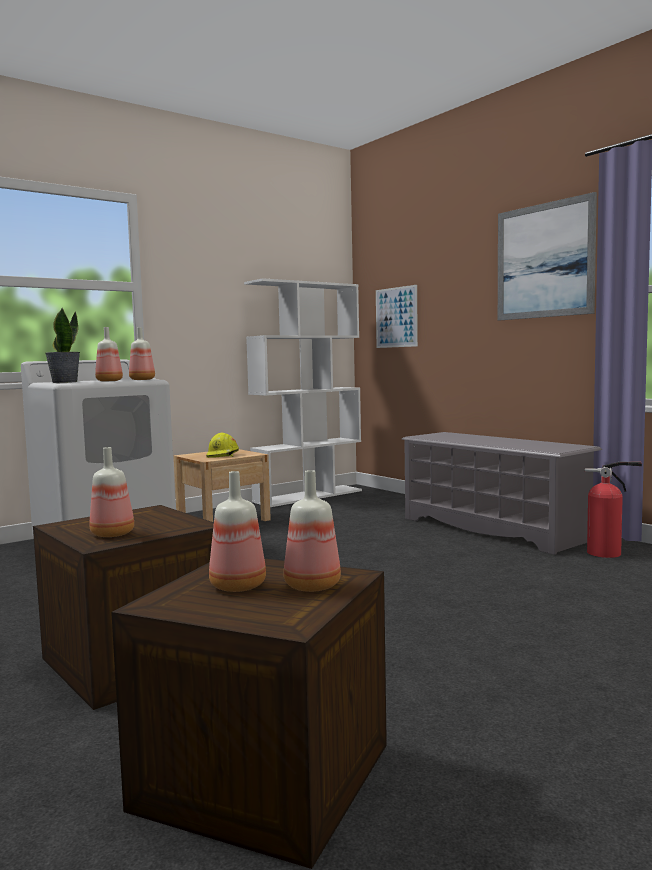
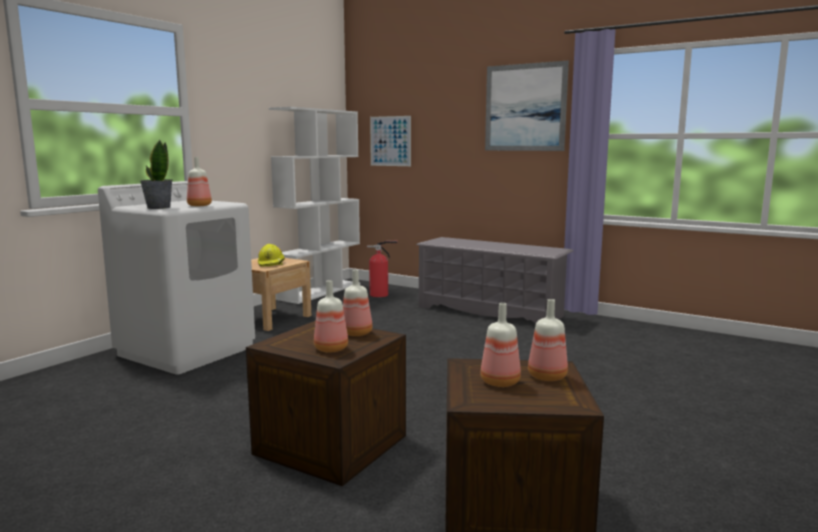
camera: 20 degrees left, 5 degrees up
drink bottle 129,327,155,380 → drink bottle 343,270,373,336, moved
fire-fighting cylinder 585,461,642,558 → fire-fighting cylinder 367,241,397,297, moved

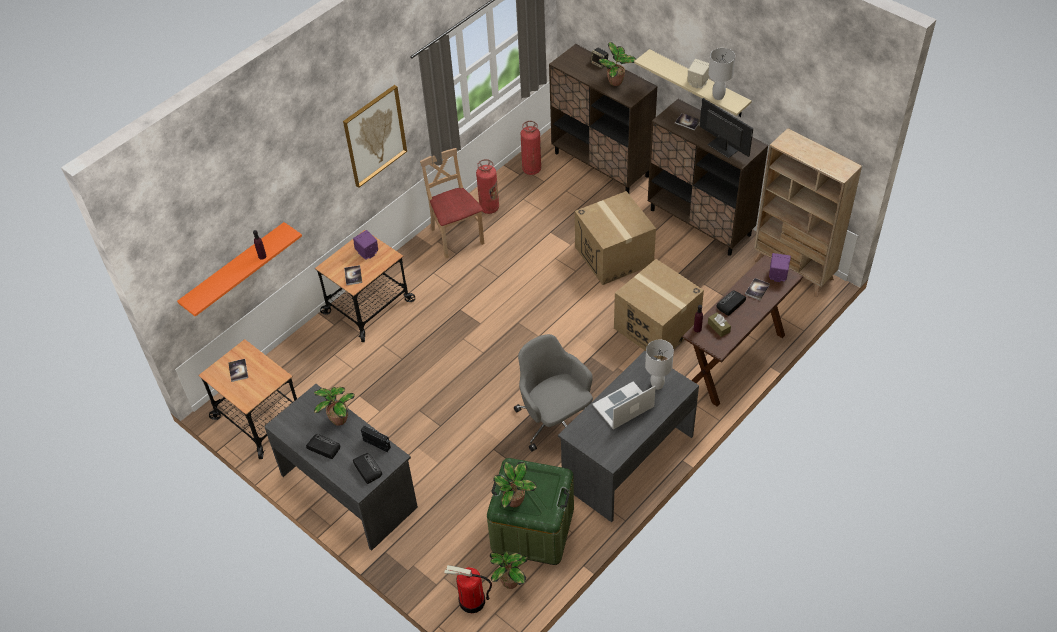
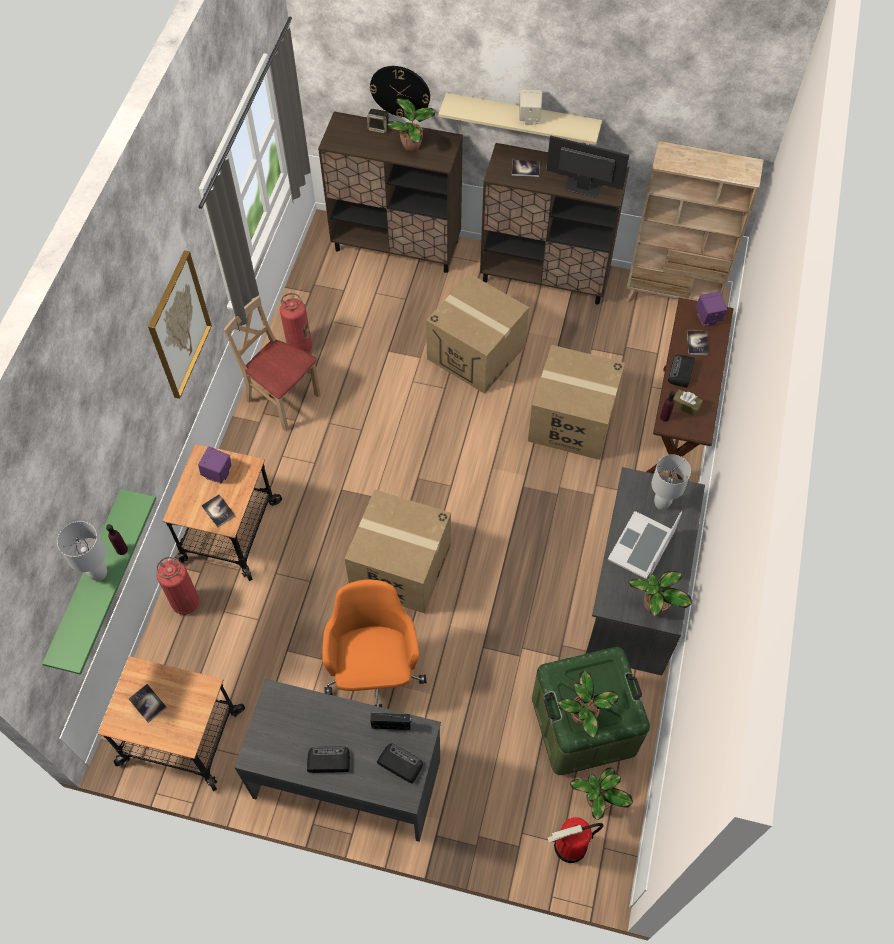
camera: 30 degrees left, 10 degrees up
computer chair/greyish 514,334,593,452 → -
- → computer chair/orange-coloured 322,580,426,707
- → carton 345,489,451,613
- → hanging clock 370,66,430,118
potted plant 314,387,355,426 → potted plant 629,571,692,616, moved
fire-fighting cylinder 521,121,541,175 → fire-fighting cylinder 156,557,199,615, moved
lamp for a table/white 708,48,735,100 → lamp for a table/white 57,521,107,581, moved
wall shelf/orange-coloured 177,222,302,317 → wall shelf/green 42,489,156,675

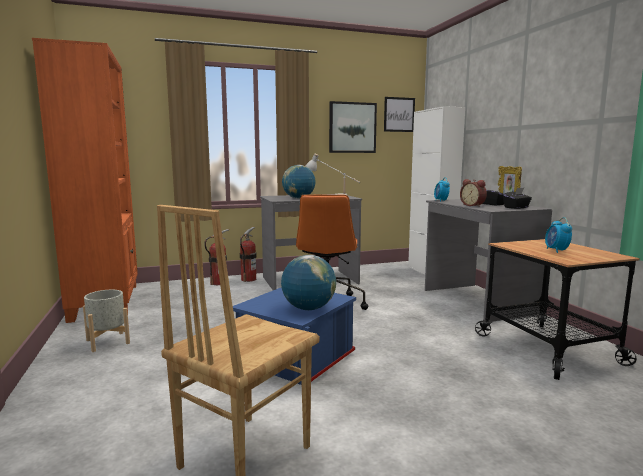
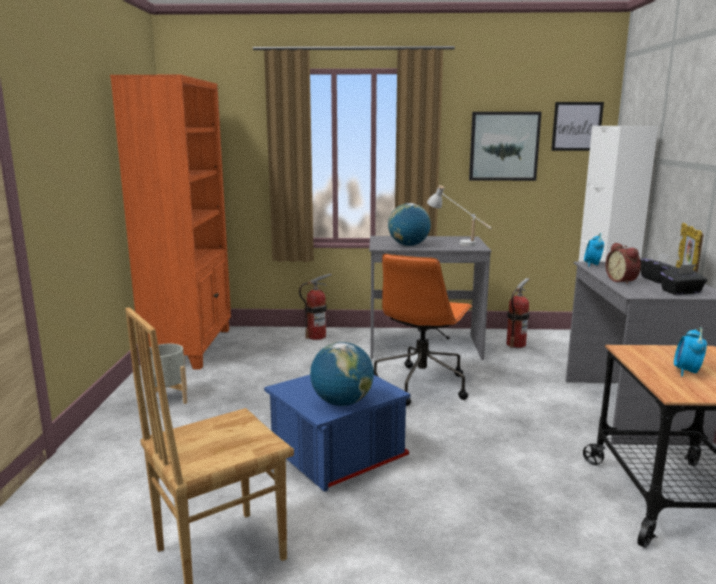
camera: 20 degrees right, 5 degrees up
fire-fighting cylinder 240,227,257,282 → fire-fighting cylinder 507,278,530,348, moved

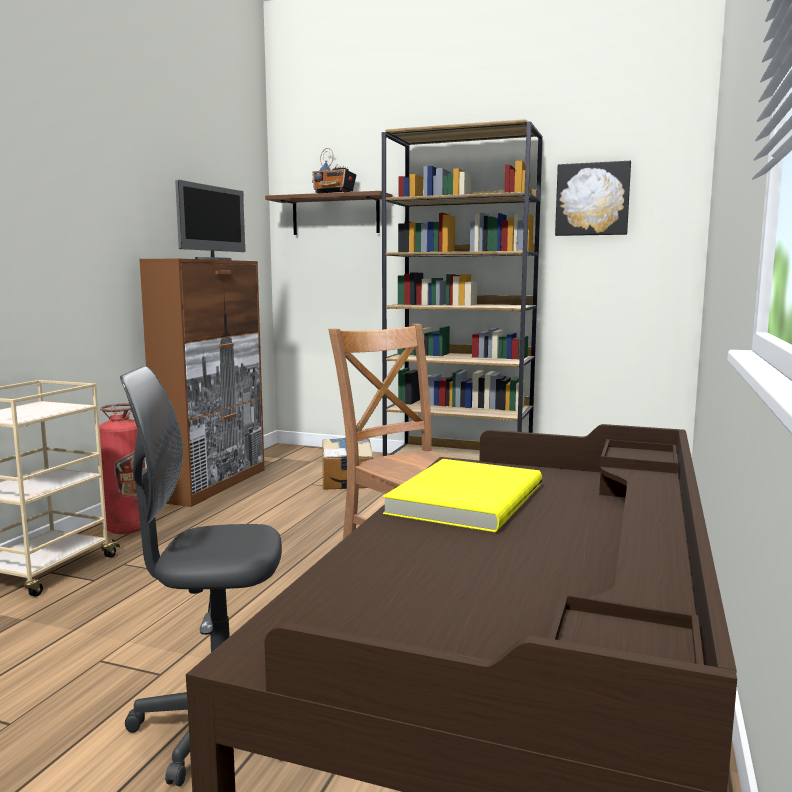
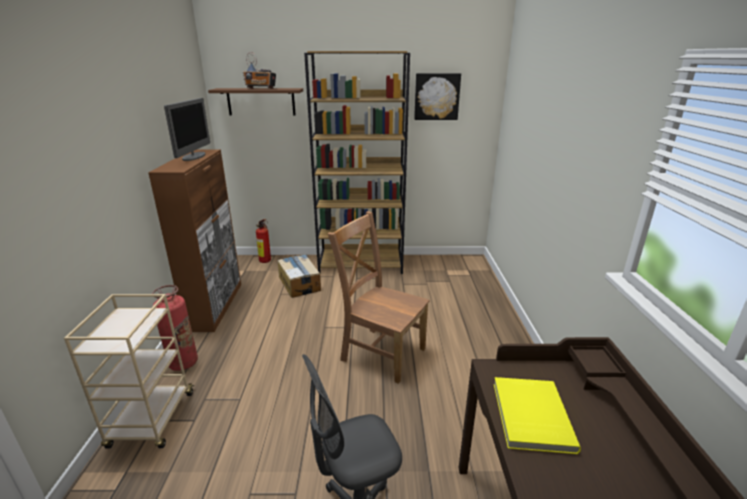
camera: 20 degrees left, 15 degrees up
- → fire-fighting cylinder 256,219,271,263

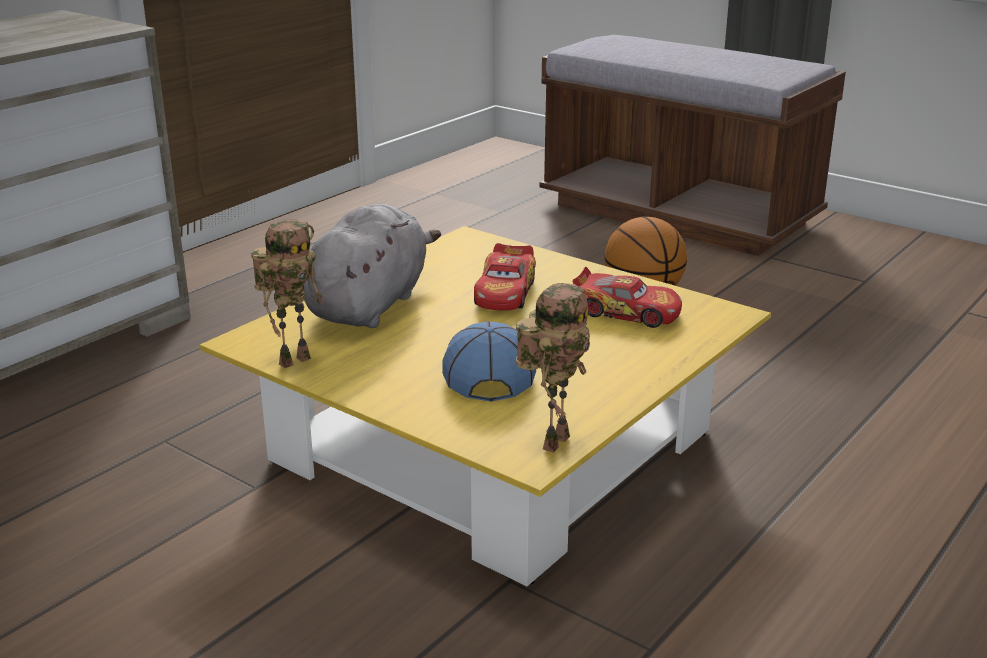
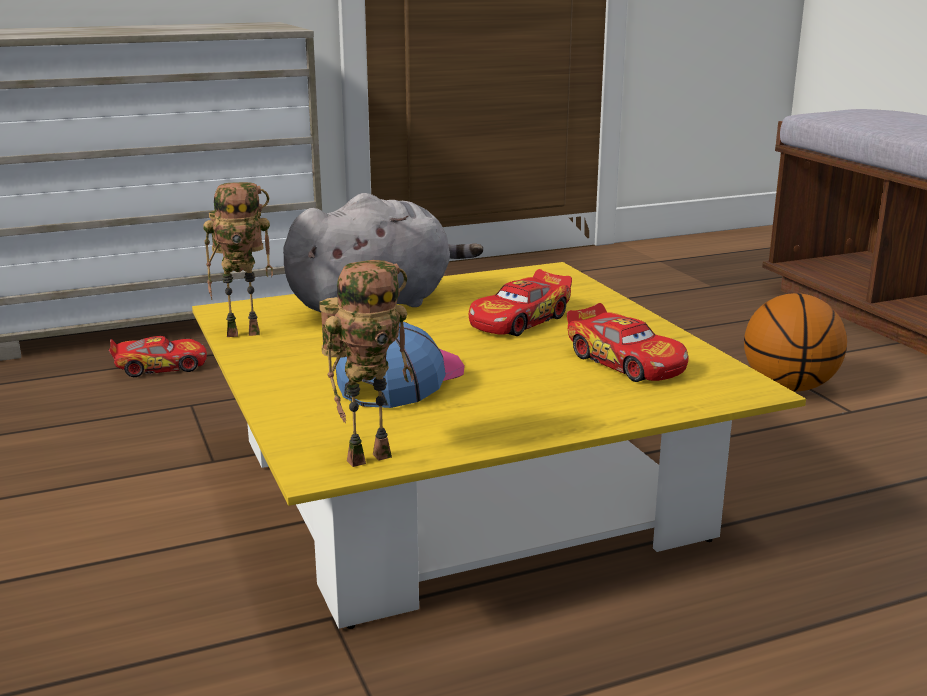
camera: 30 degrees right, 5 degrees down
- → toy car 109,336,207,377

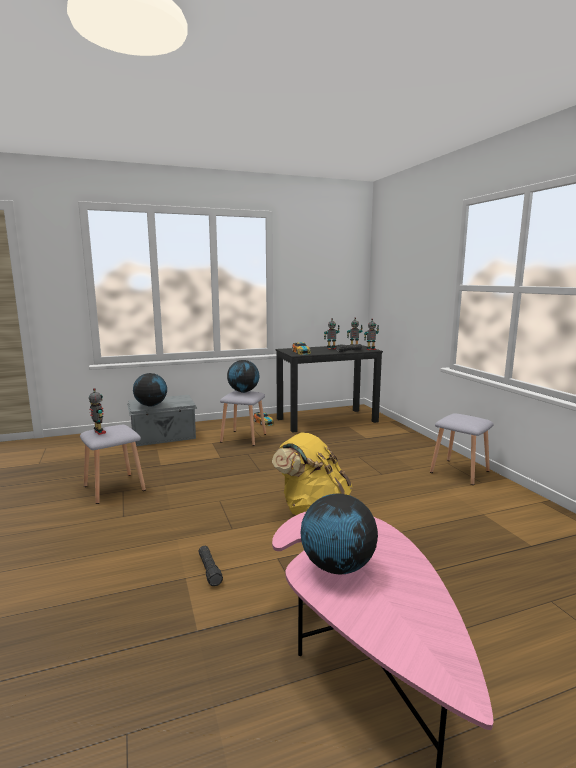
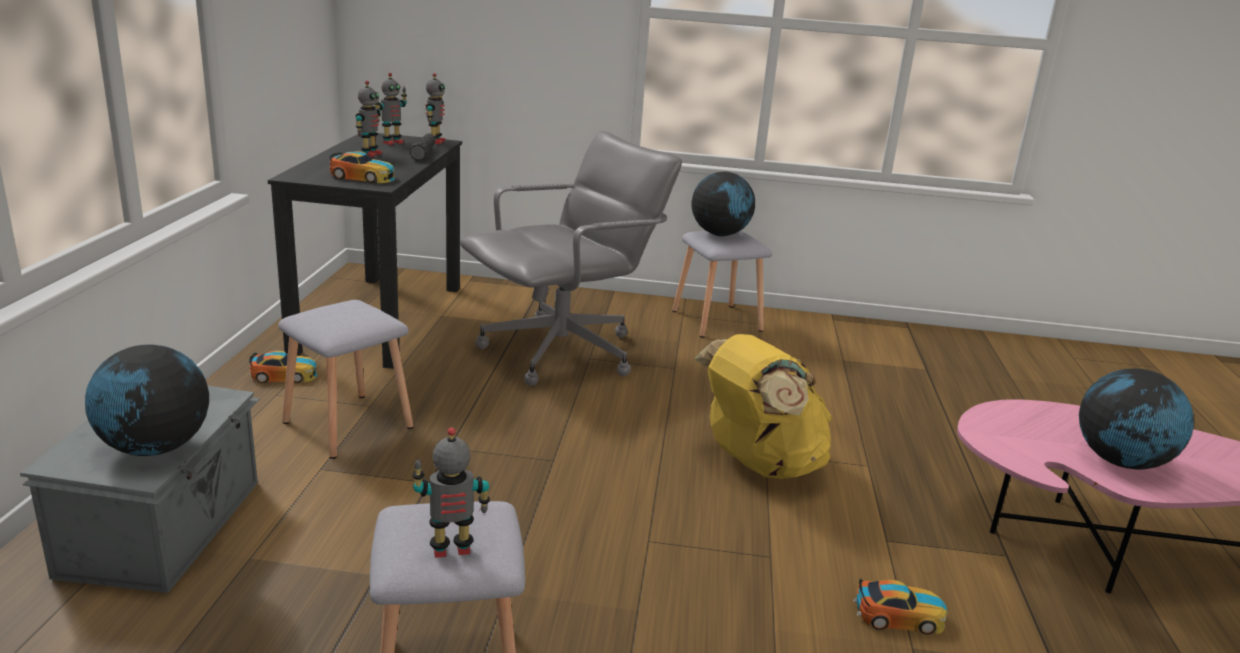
camera: 65 degrees left, 10 degrees up
- → computer chair/greyish 460,131,682,386
world globe 227,360,259,393 → world globe 692,172,755,236, moved
flashlight/black-coloured 198,546,223,586 → toy car 854,579,947,635

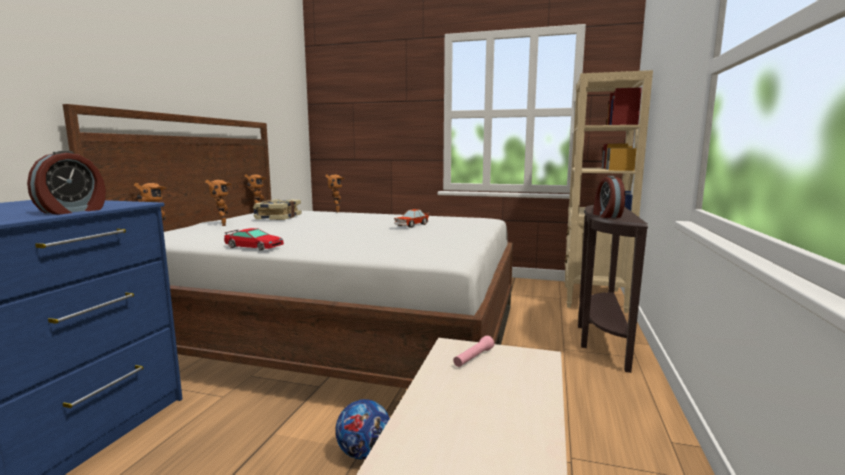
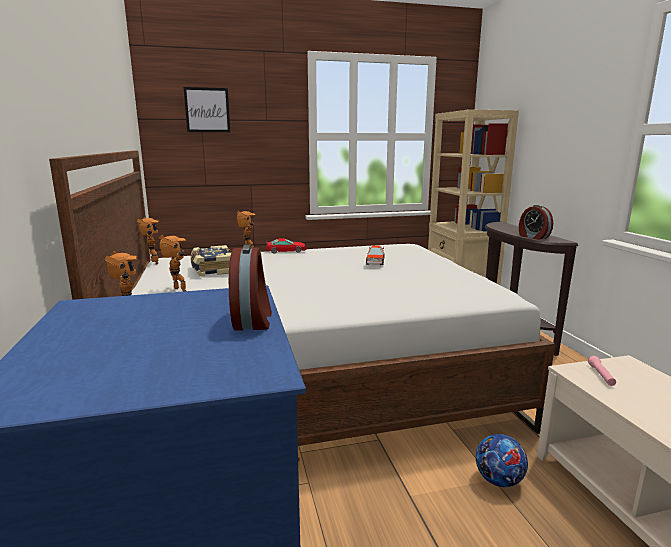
camera: 30 degrees left, 5 degrees up
- → wall picture 183,87,230,132
toy car 224,228,284,251 → toy car 266,238,306,254, moved

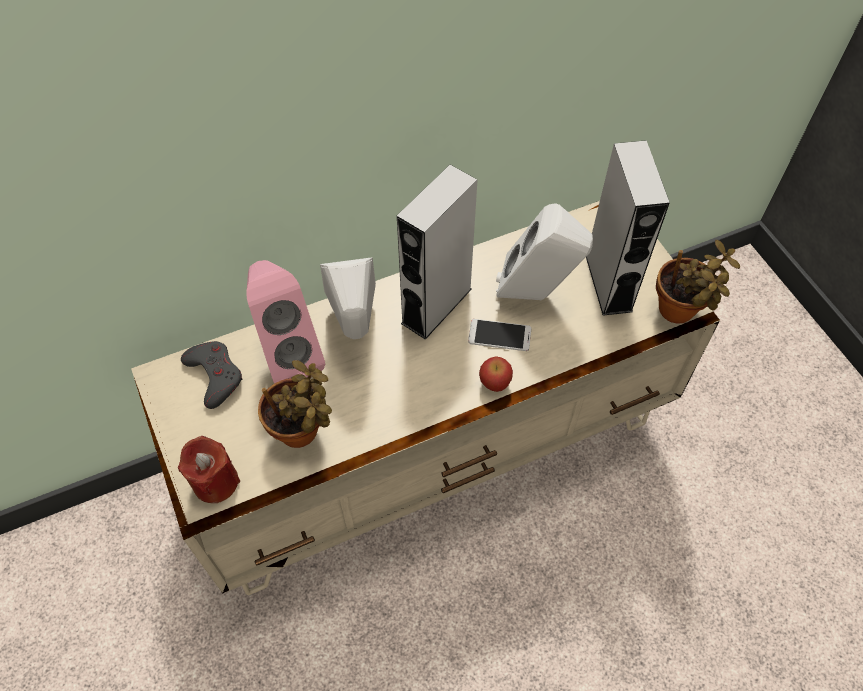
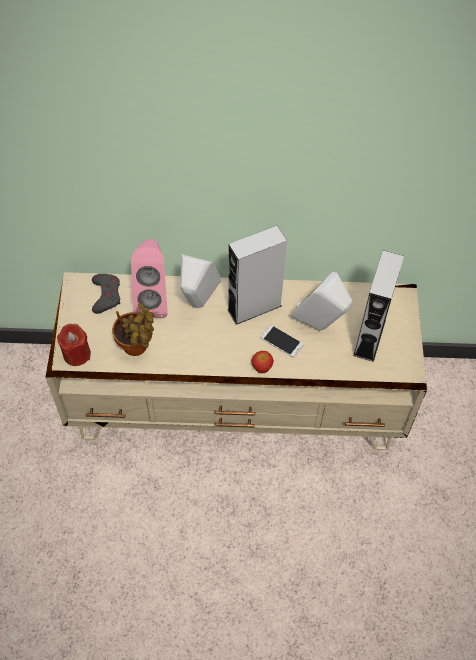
camera: 25 degrees right, 0 degrees up
potted plant 656,240,740,323 → -

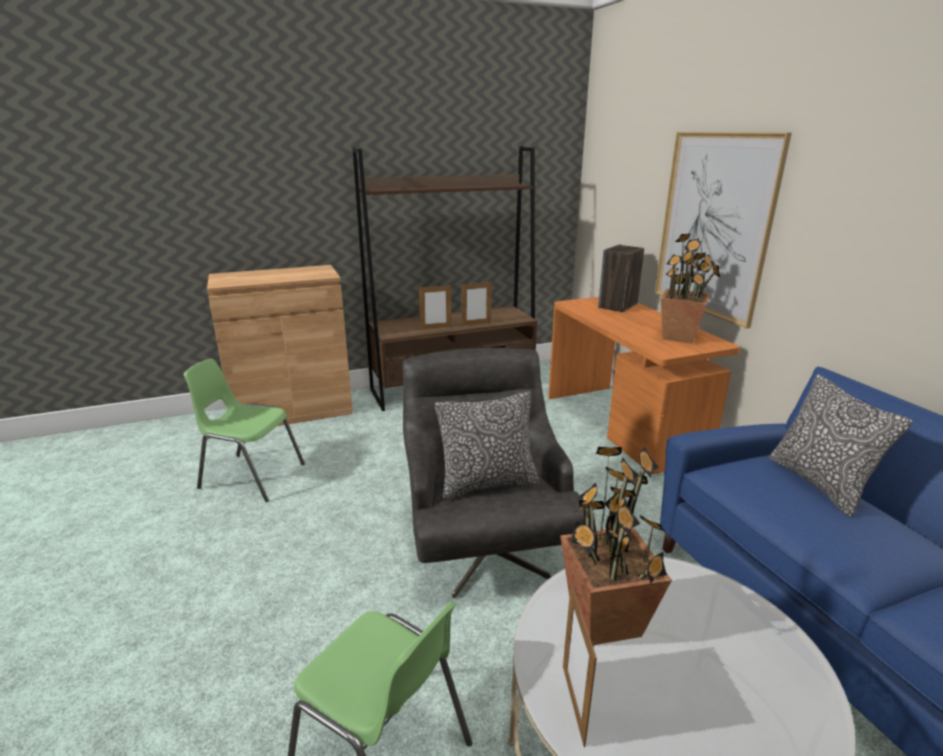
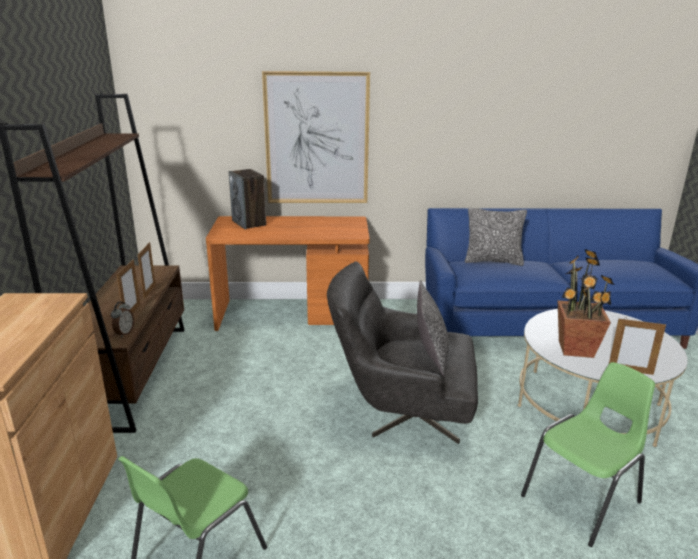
camera: 70 degrees left, 0 degrees up
potted plant 661,233,720,344 → -
- → alarm clock 111,302,134,338

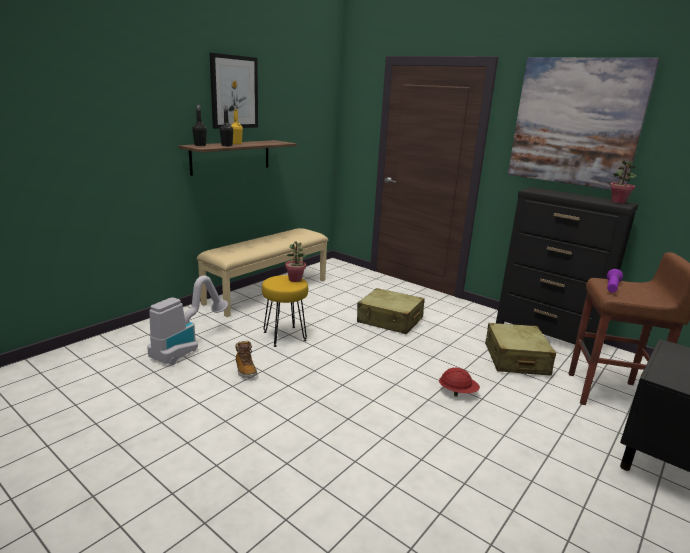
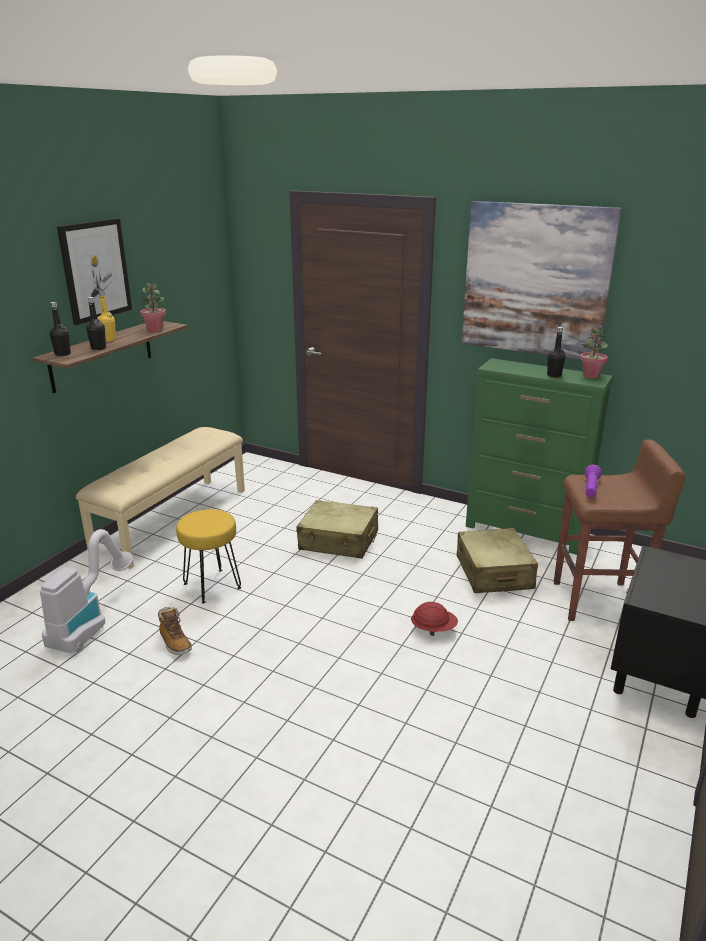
camera: 10 degrees left, 5 degrees up
- → drink bottle/black-coloured 547,327,566,378
potted plant 285,241,306,282 → potted plant 140,283,166,332, moved
dresser/black-coloured 496,187,638,356 → dresser/green 466,358,613,555

